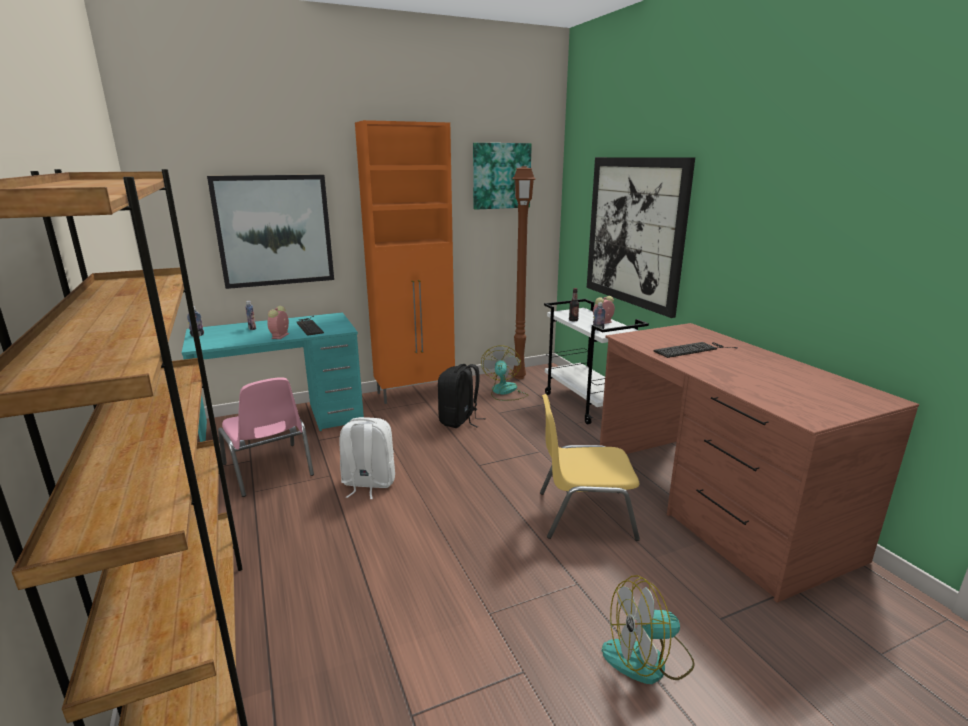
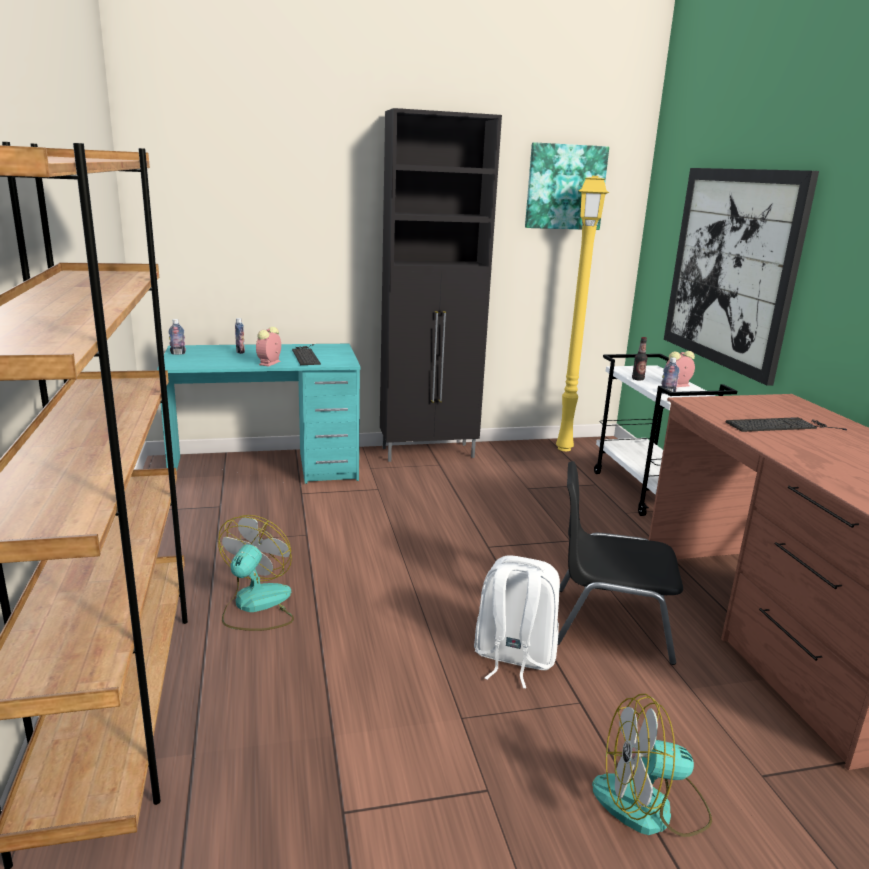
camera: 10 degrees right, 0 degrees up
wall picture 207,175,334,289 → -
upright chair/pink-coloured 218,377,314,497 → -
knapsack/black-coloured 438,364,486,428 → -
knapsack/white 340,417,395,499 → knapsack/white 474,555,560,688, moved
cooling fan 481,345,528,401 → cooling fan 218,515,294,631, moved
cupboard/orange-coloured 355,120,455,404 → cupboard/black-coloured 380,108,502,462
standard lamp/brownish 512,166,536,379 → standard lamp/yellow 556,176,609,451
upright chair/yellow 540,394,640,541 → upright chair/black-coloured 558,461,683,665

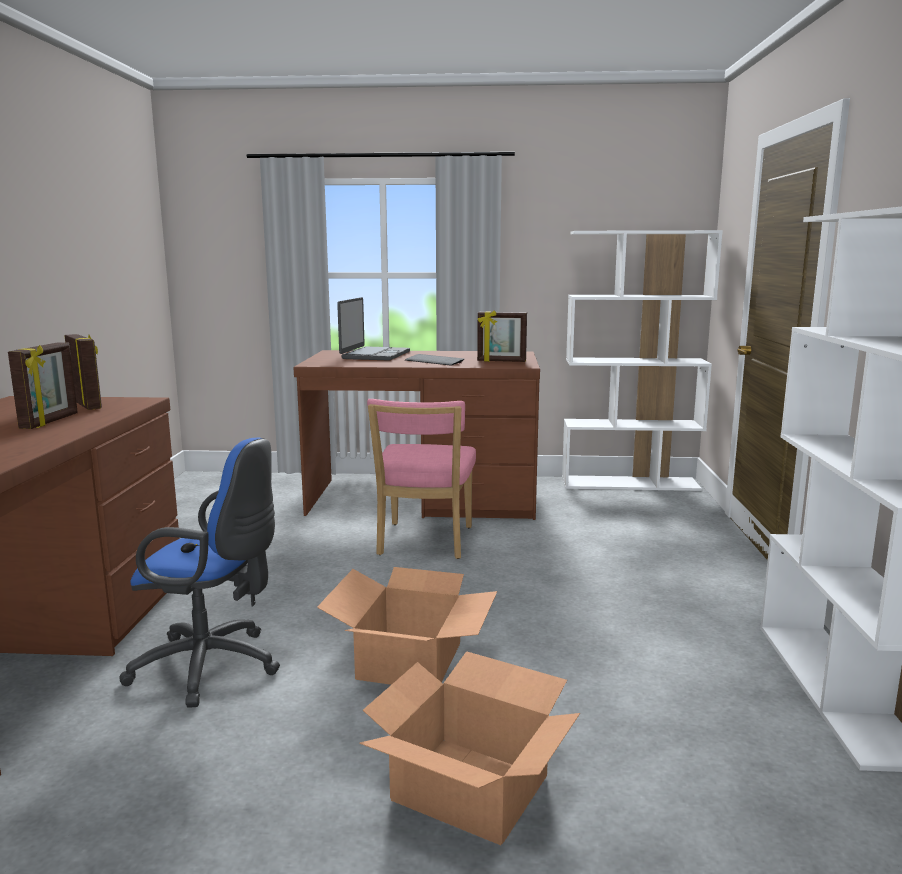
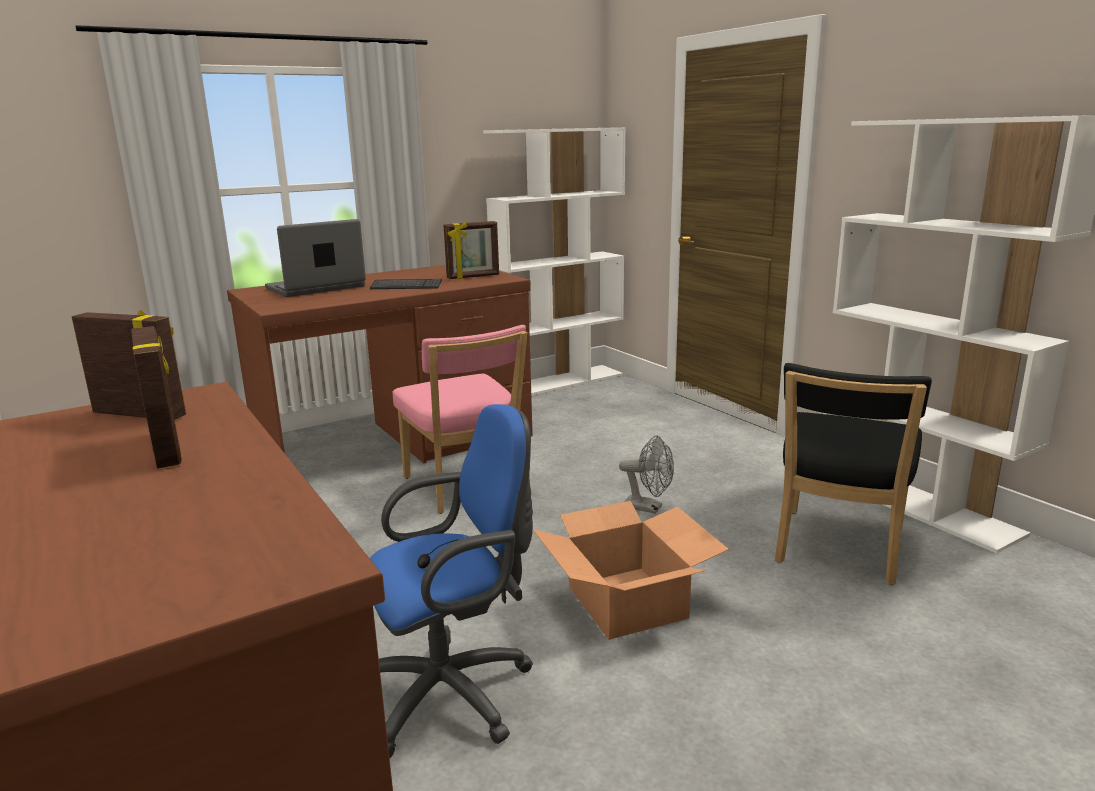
camera: 35 degrees left, 5 degrees up
carton 359,651,580,845 → -
- → cooling fan/greyish 619,436,674,514
- → upright chair/black-coloured 775,363,932,585
portable computer 337,297,410,361 → portable computer 265,219,366,297, 105 degrees counterclockwise

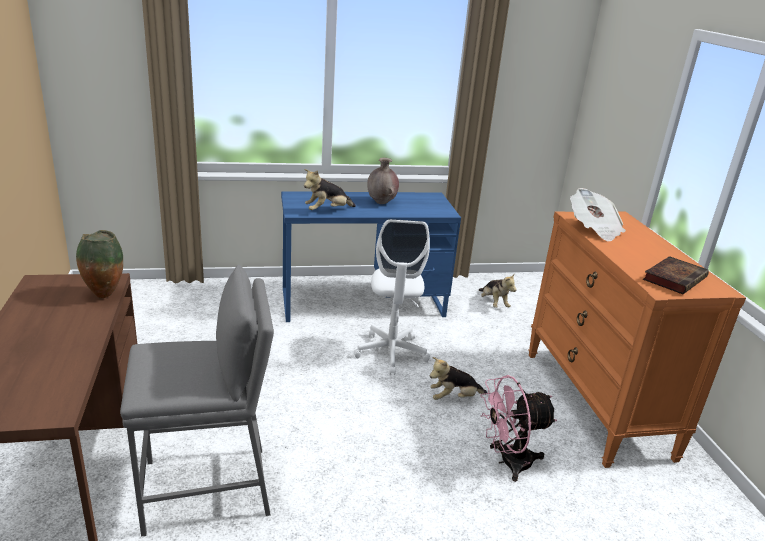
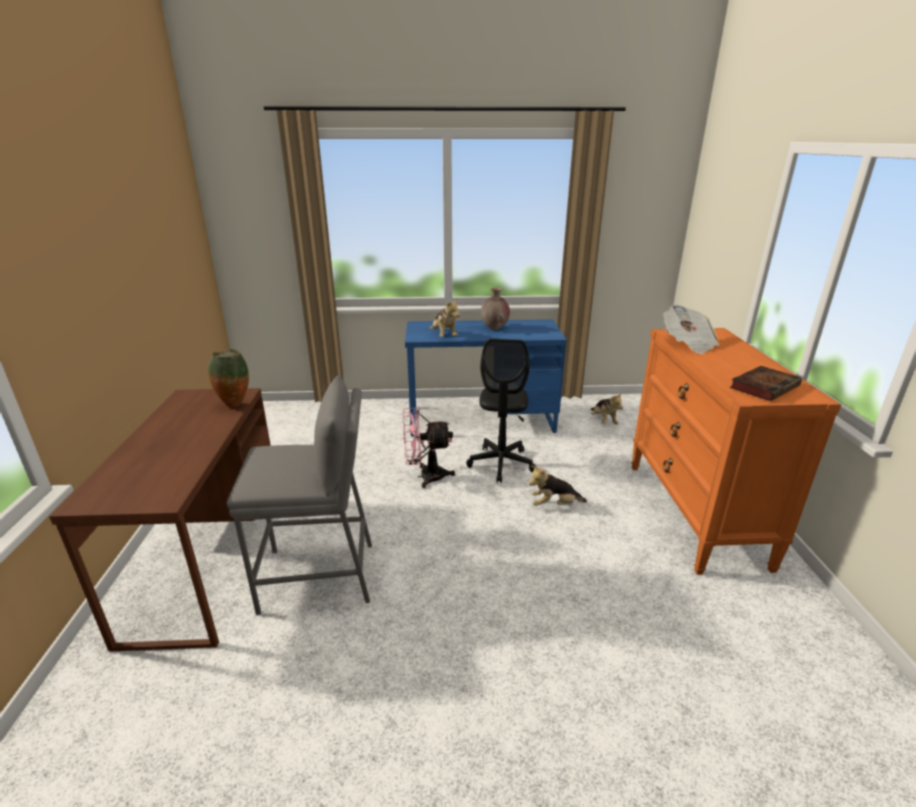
camera: 10 degrees right, 0 degrees up
cooling fan/pink-coloured 480,375,557,482 → cooling fan/pink-coloured 403,408,455,488, moved
computer chair/white 354,219,430,375 → computer chair/black-coloured 466,339,536,483
plush toy 304,169,356,210 → plush toy 429,299,460,337, 90 degrees counterclockwise

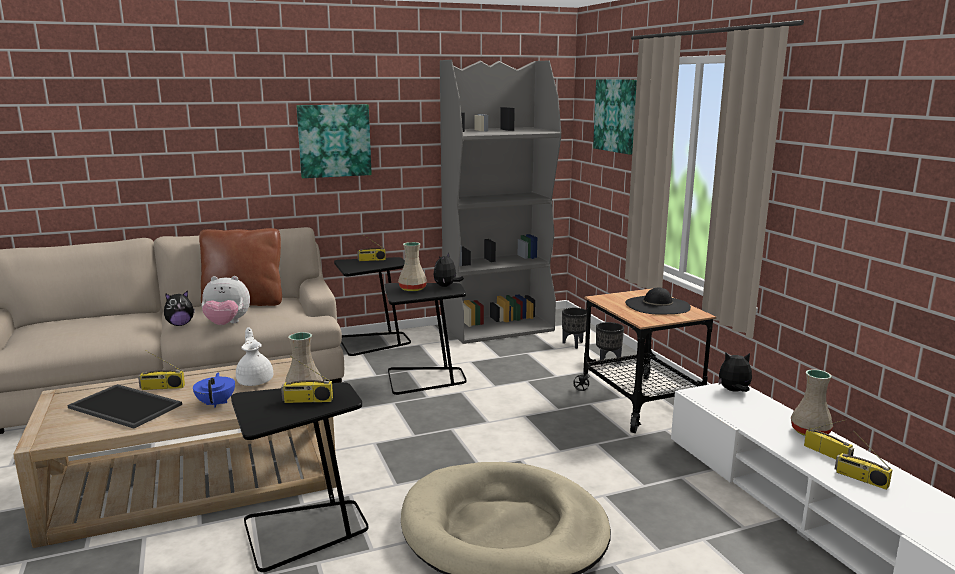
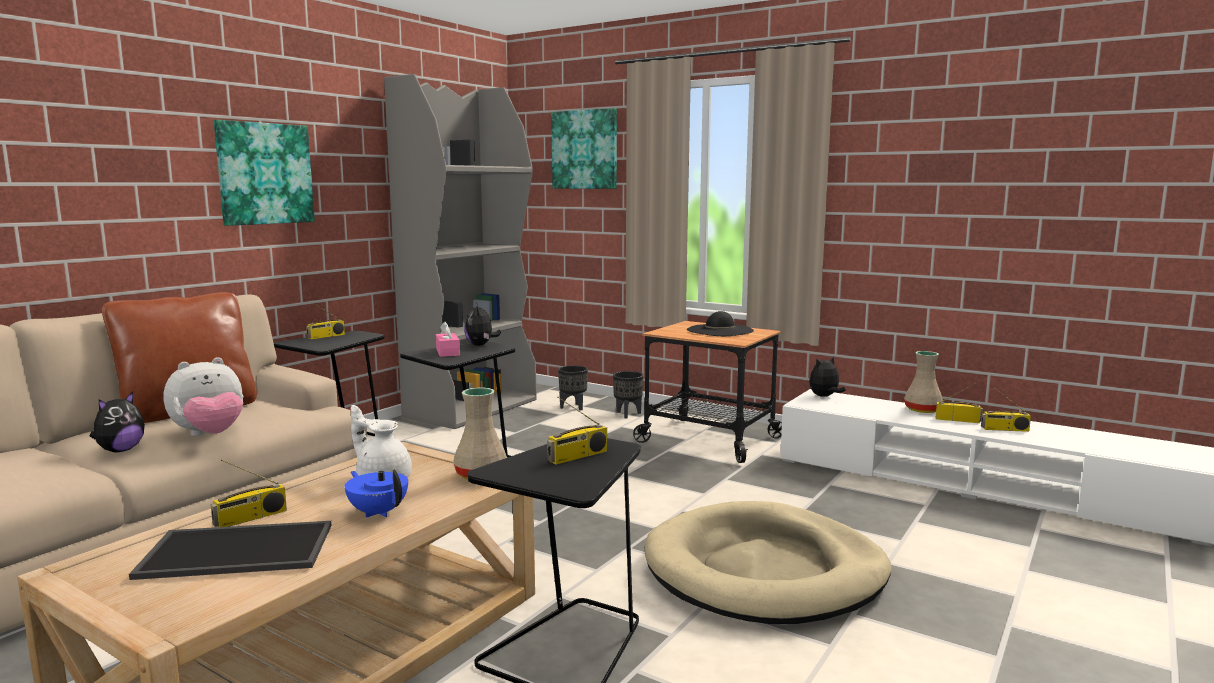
camera: 35 degrees left, 5 degrees down
vase/sand-coloured 398,242,427,291 → tissue box/pink-coloured 436,322,460,357

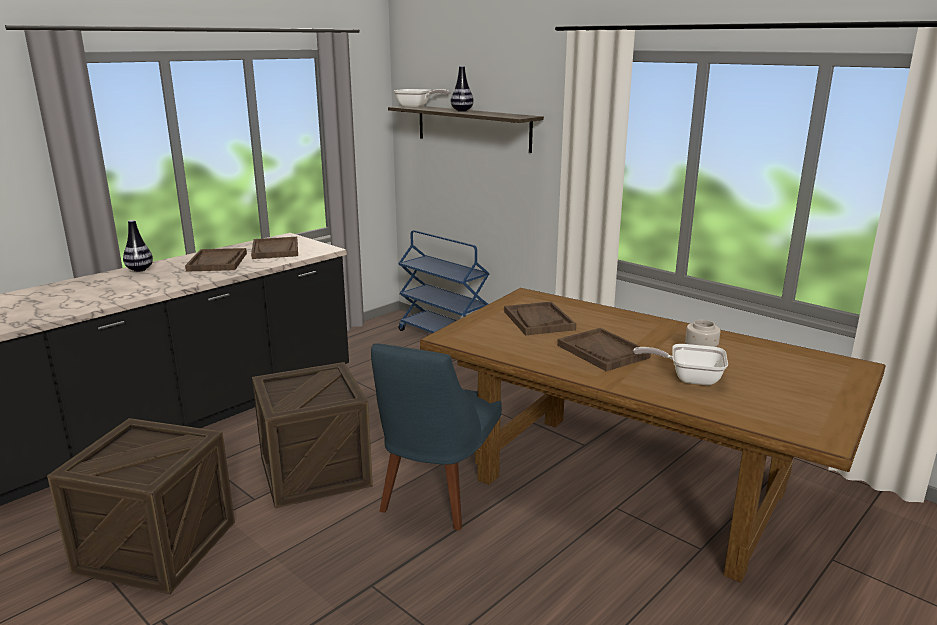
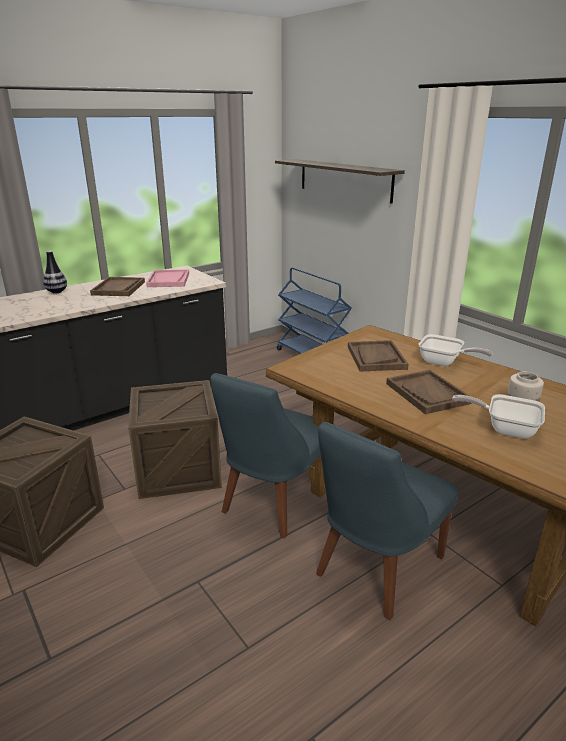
camera: 10 degrees right, 5 degrees up
vase 451,66,474,112 → -
- → upright chair/blue 316,422,458,620
skillet 394,89,449,108 → skillet 418,334,493,366, moved
serving tray/brownish 251,237,298,259 → serving tray/pink-coloured 146,269,189,287

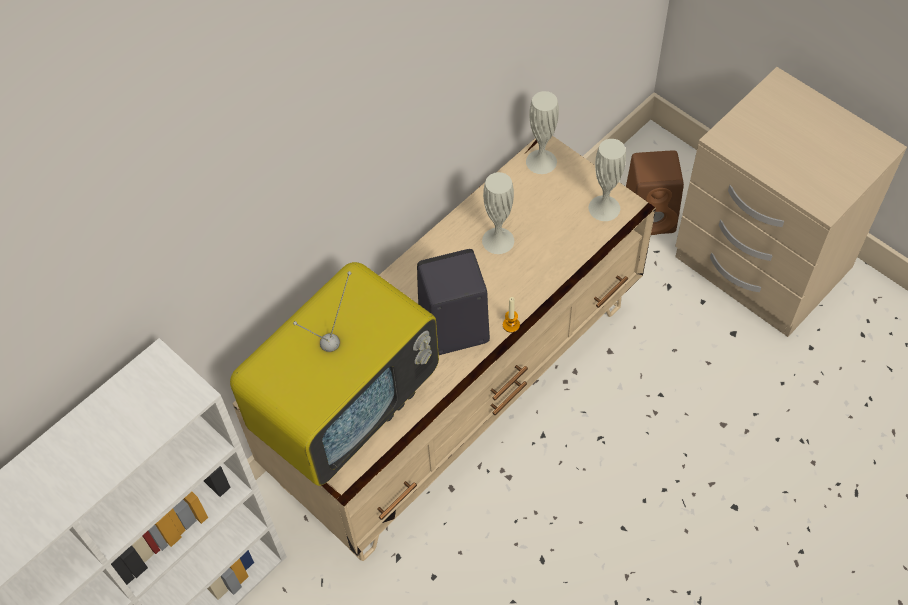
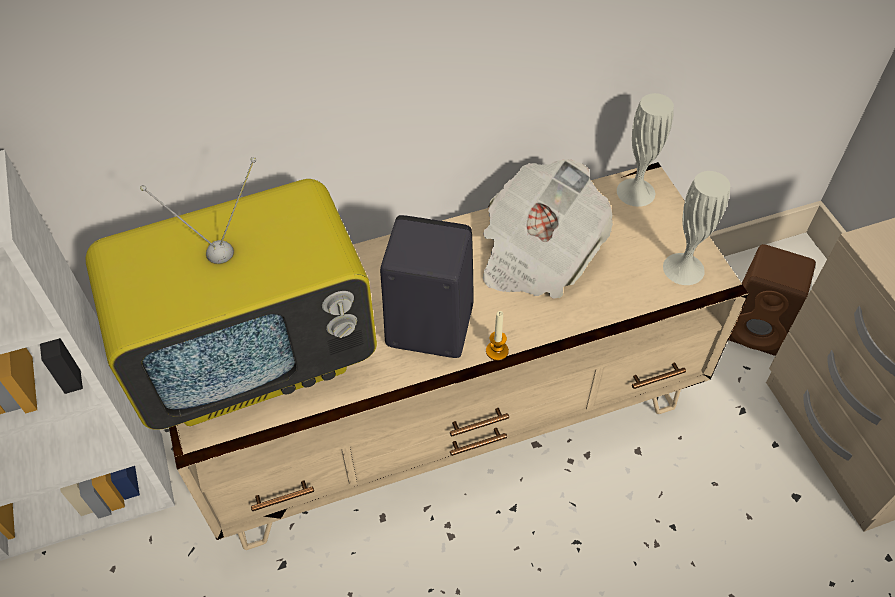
camera: 25 degrees right, 5 degrees down
vase/white 482,172,514,254 → printed paper 483,159,613,299

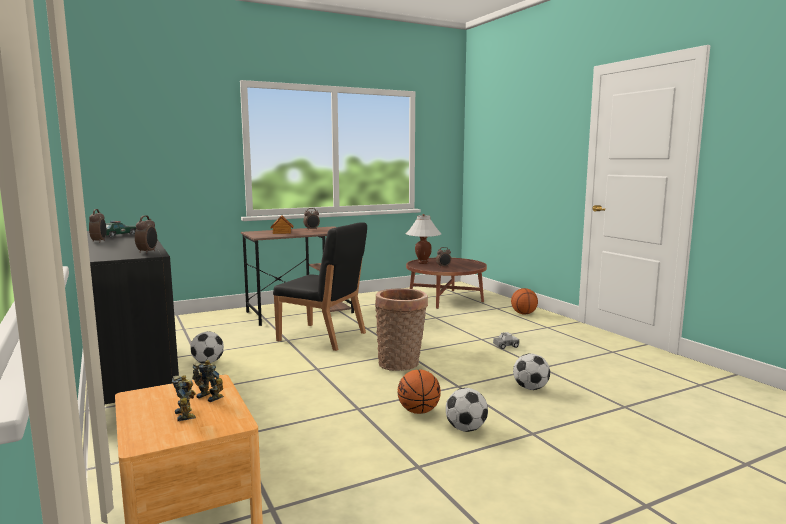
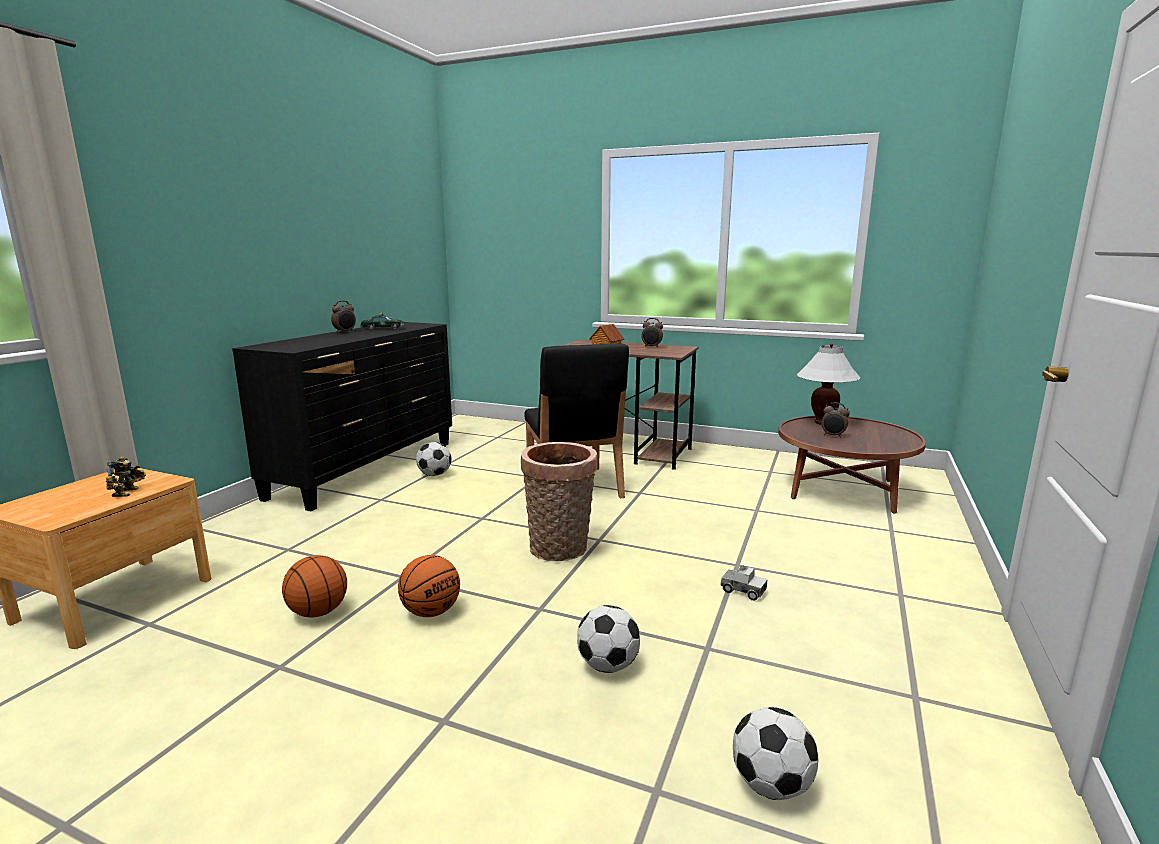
camera: 50 degrees right, 5 degrees up
alarm clock 135,215,157,254 → -
model robot 172,375,196,421 → -
ball for football 446,388,488,432 → ball for football 733,707,819,800, moved
basketball 511,288,538,314 → basketball 282,555,347,618, moved

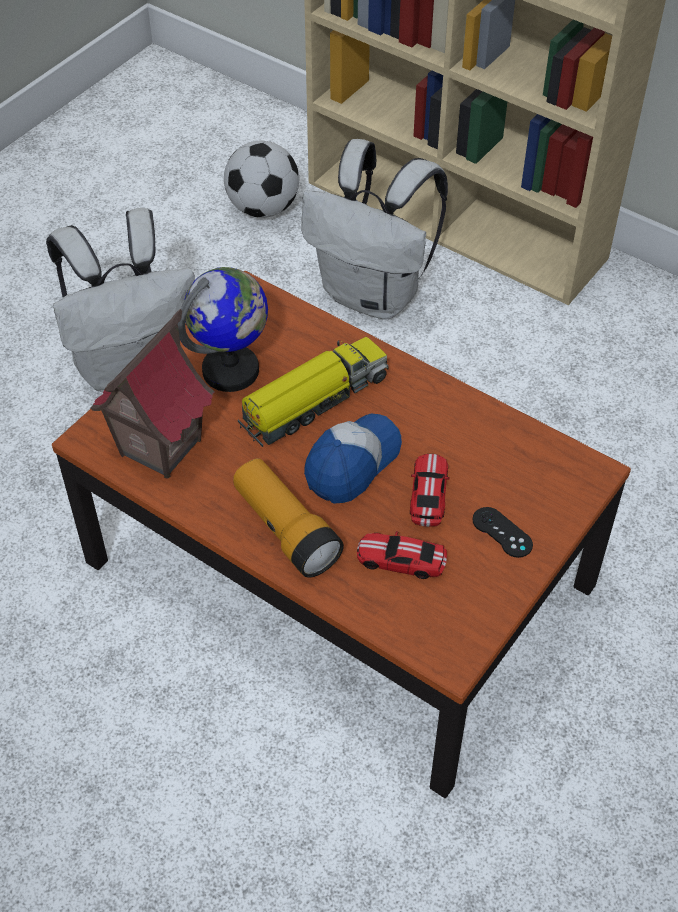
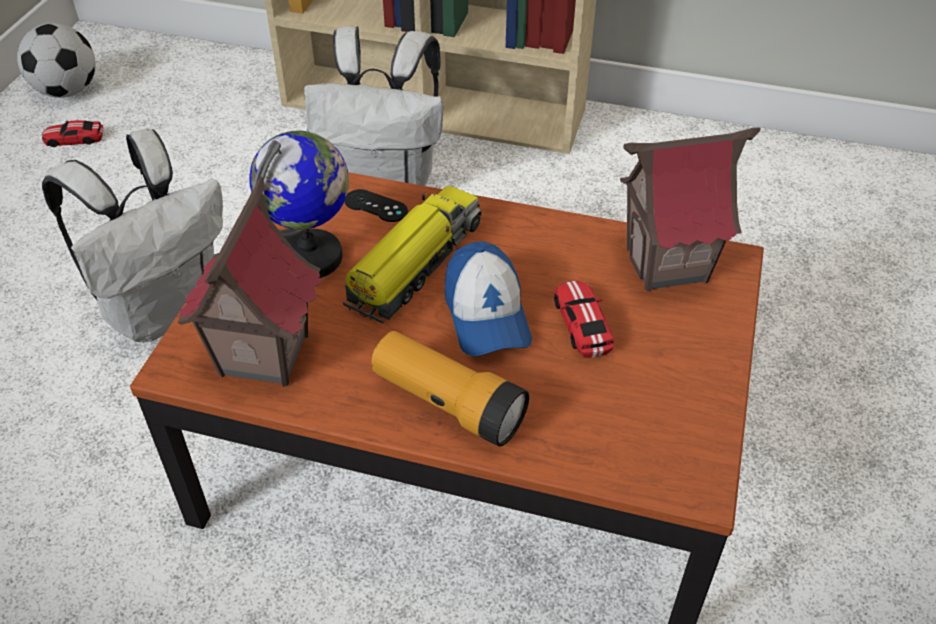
camera: 20 degrees left, 5 degrees down
- → toy house 620,128,760,292
ball for football 224,141,299,218 → ball for football 17,23,96,98, moved
toy car 357,531,447,579 → toy car 42,120,103,147, moved
game controller/black-coloured 472,507,533,558 → game controller/black-coloured 345,189,408,222, moved
baseball cap 304,414,402,504 → baseball cap 445,241,532,356, 150 degrees clockwise

